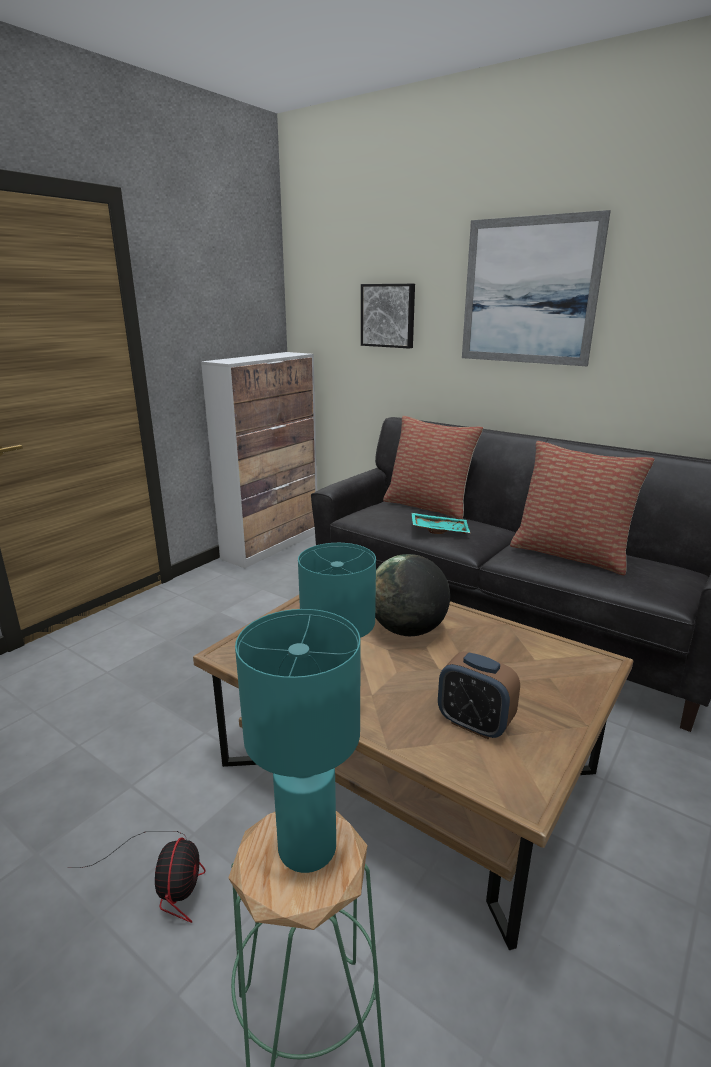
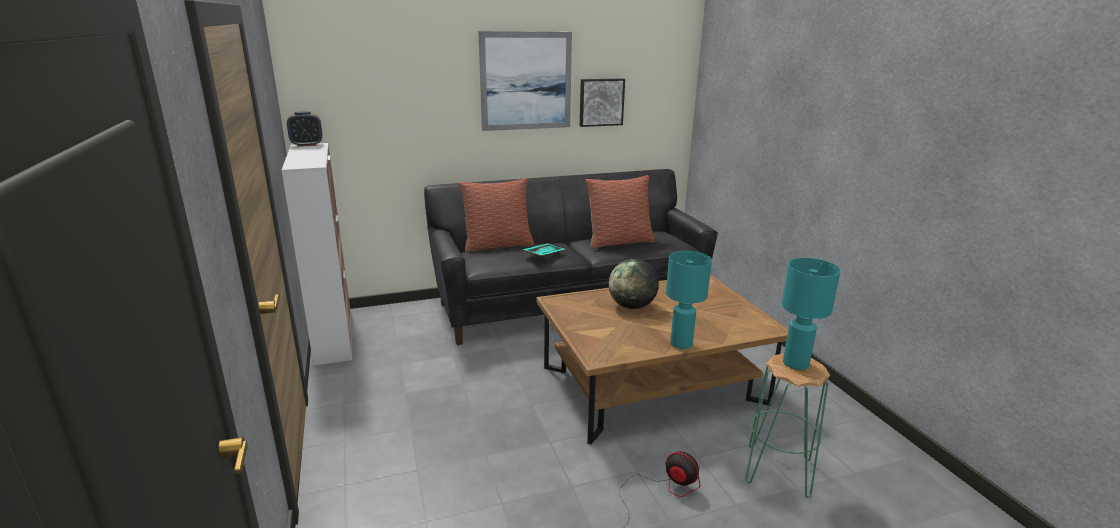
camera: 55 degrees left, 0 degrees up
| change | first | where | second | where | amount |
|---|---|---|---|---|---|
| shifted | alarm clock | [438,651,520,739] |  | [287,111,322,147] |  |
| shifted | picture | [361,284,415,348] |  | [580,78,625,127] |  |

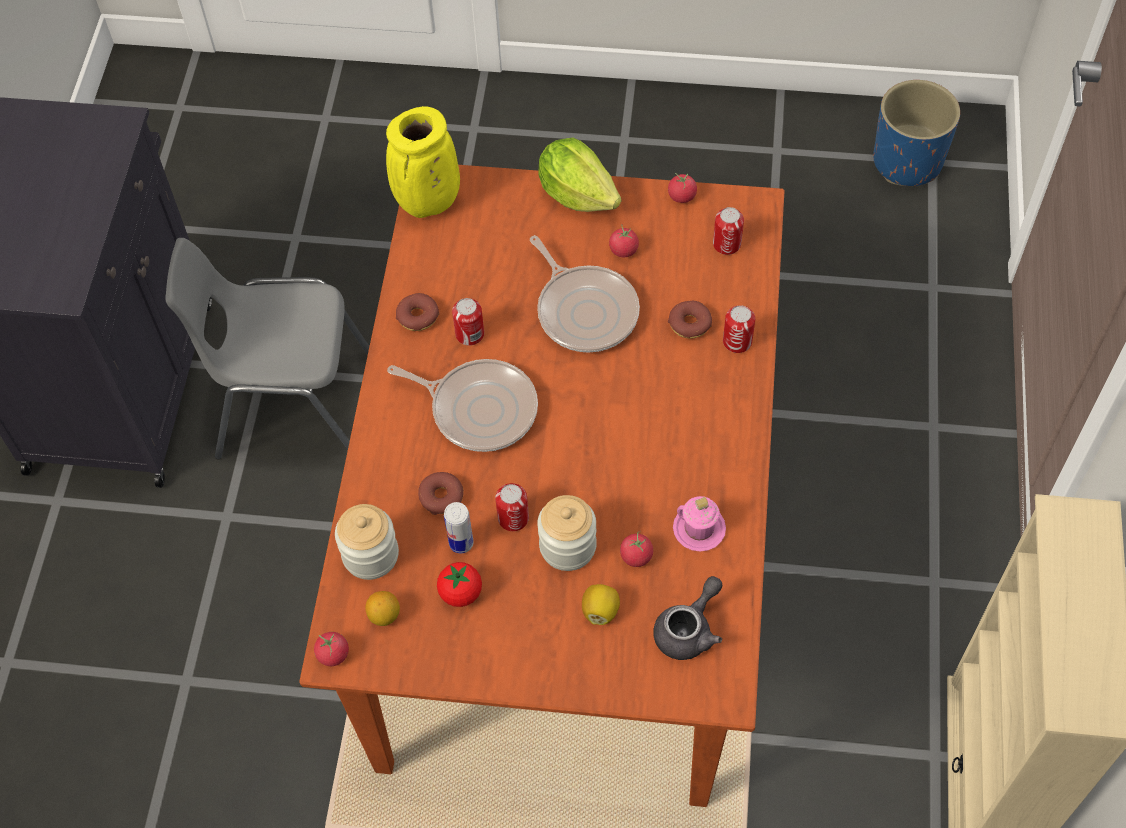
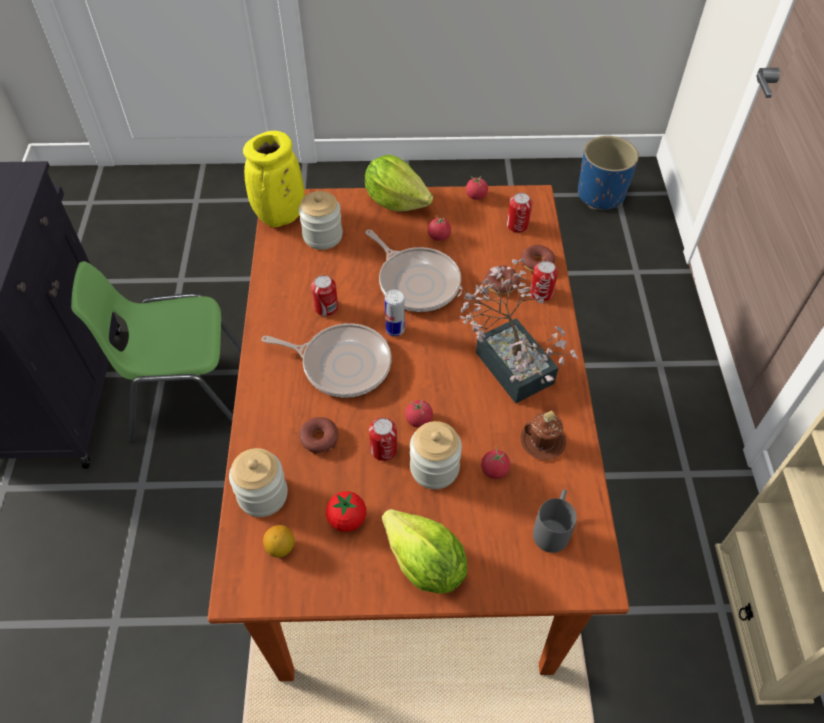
camera: 10 degrees left, 5 degrees down
| change | first | where | second | where | amount |
|---|---|---|---|---|---|
| repainted | greyish upright chair | [165,238,369,460] | greenish upright chair | [71,261,242,443] |  |
| new |  |  | jar | [299,191,343,250] |  |
| new |  |  | lettuce head | [382,509,468,594] |  |
| shifted | sealed can | [444,502,474,553] |  | [385,290,405,336] |  |
| shifted | tomato | [314,632,349,666] |  | [405,400,433,428] |  |
| new |  |  | plant in a pot | [457,259,578,403] |  |
| shifted | donut | [396,293,439,331] |  | [521,245,555,272] |  |
| repainted | pink-coloured mug | [673,496,726,551] | brown-coloured mug | [521,411,566,460] |  |
| swapped | greyish teapot | [653,576,722,660] | greyish mug | [533,489,577,553] |  |
| gone | whole lemon | [582,584,620,625] |  |  |  |

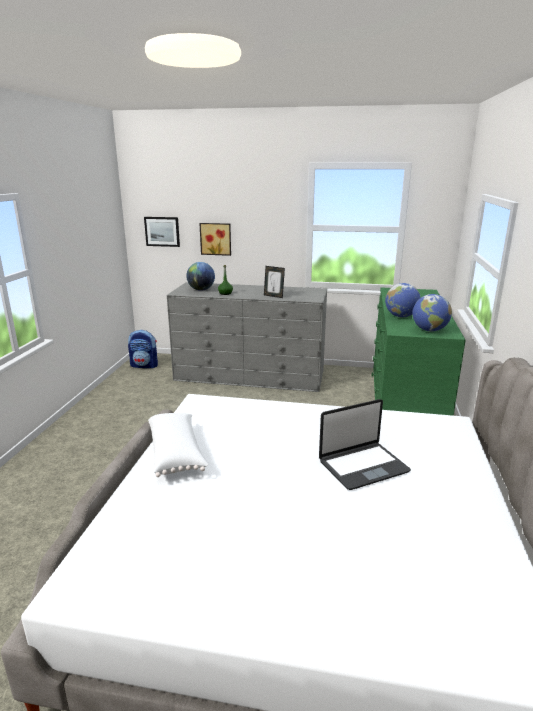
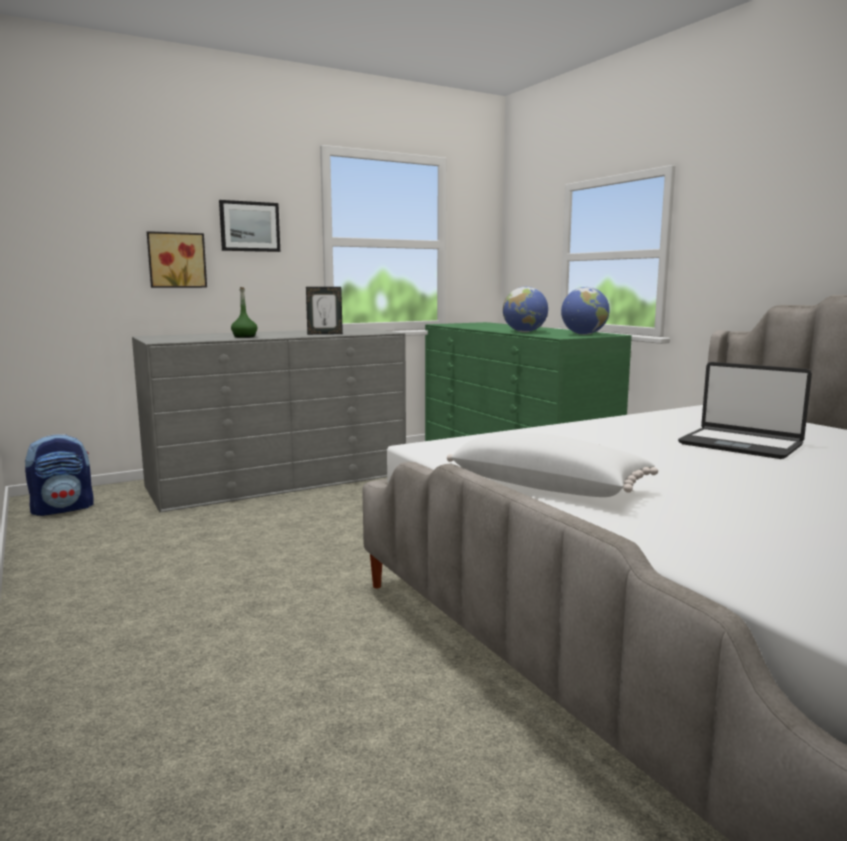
camera: 40 degrees left, 10 degrees down
| change | first | where | second | where | amount |
|---|---|---|---|---|---|
| shifted | picture | [144,217,180,247] |  | [219,200,280,252] |  |
| rotated | notebook computer | [319,399,411,490] |  | [678,362,812,459] | 105 degrees clockwise |
| gone | world globe | [186,262,215,291] |  |  |  |

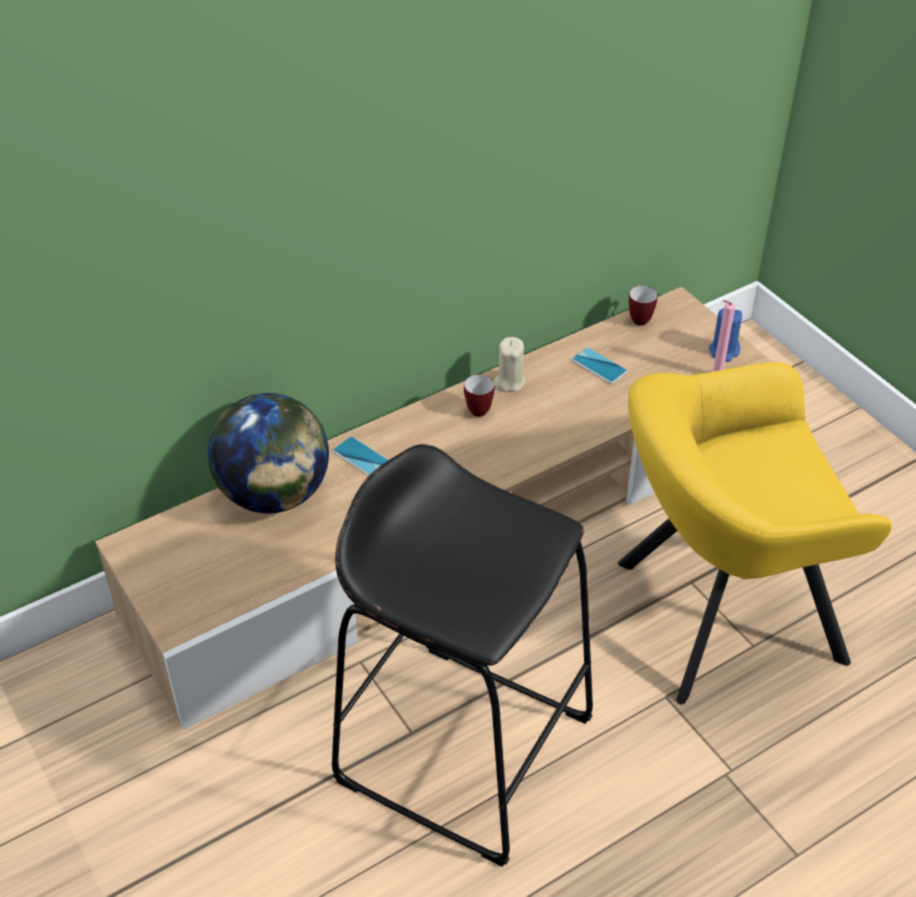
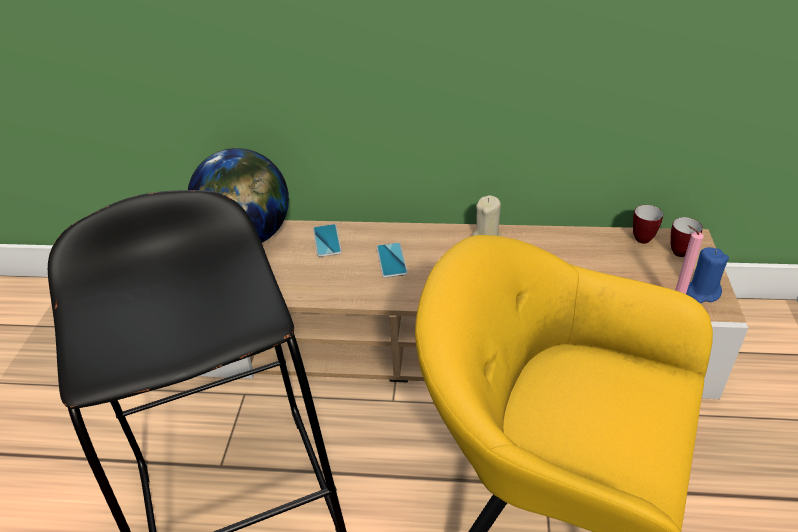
camera: 40 degrees right, 5 degrees down
| change | first | where | second | where | amount |
|---|---|---|---|---|---|
| shifted | telephone | [571,347,628,384] |  | [376,243,408,278] |  |
| shifted | mug | [464,375,494,417] |  | [670,217,703,257] |  |

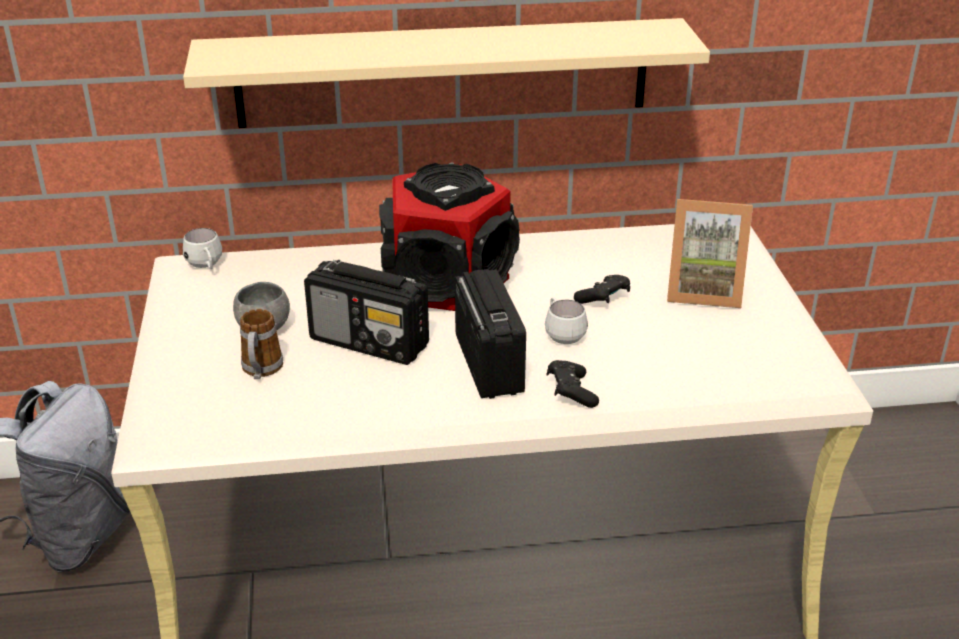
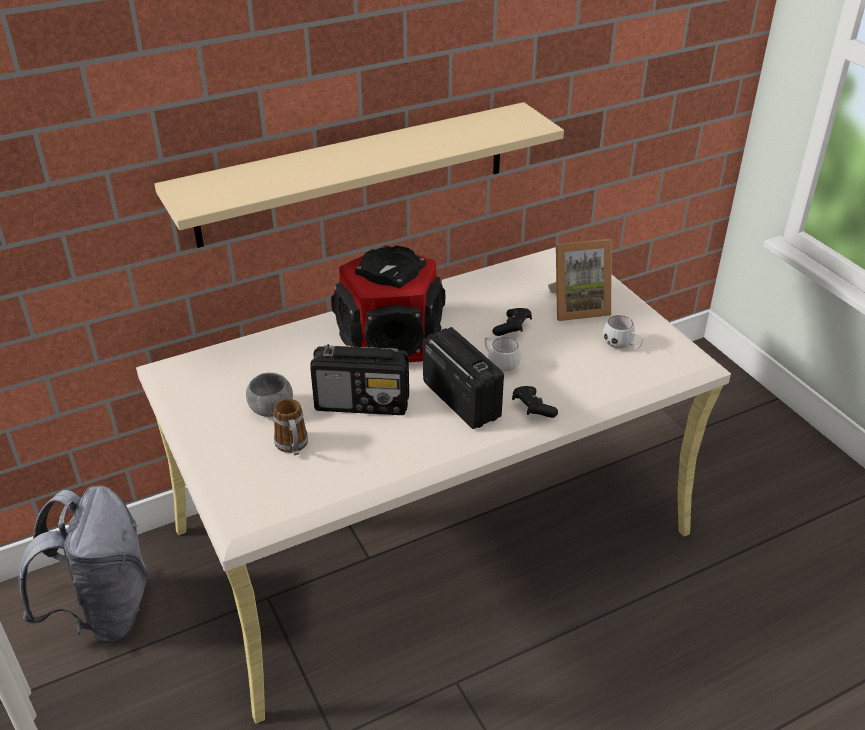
camera: 20 degrees left, 5 degrees up
| change | first | where | second | where | amount |
|---|---|---|---|---|---|
| shifted | whitish mug | [183,228,222,269] |  | [603,315,643,349] |  |

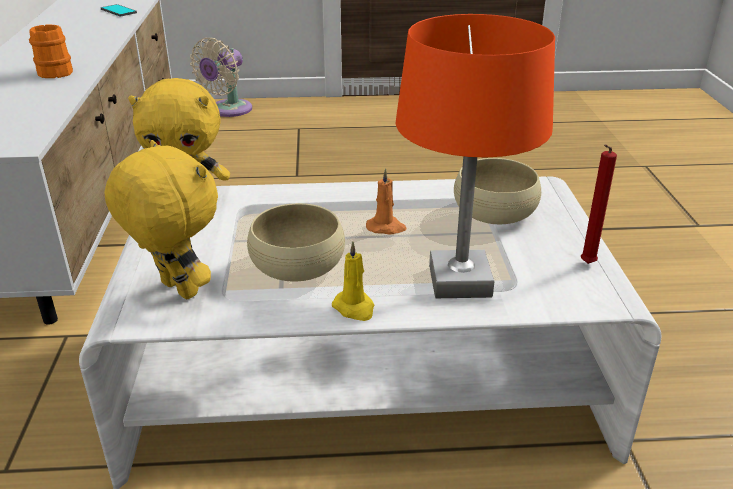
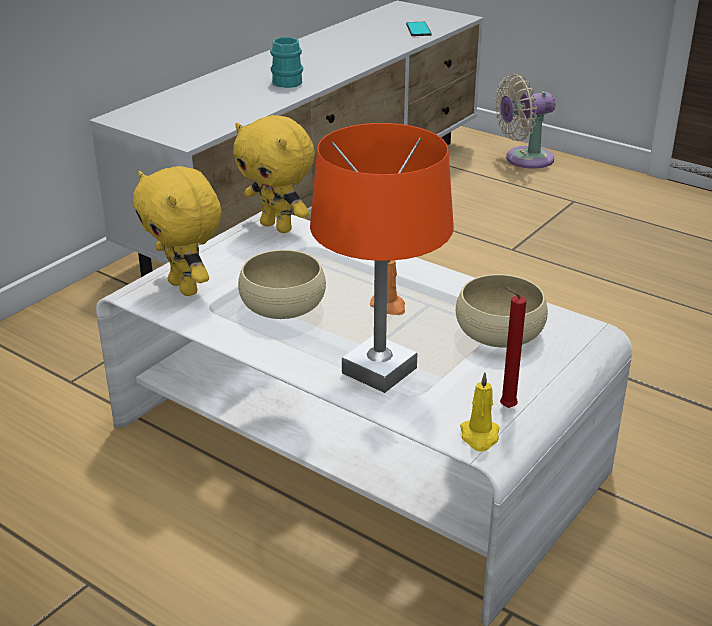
camera: 40 degrees right, 0 degrees up
| change | first | where | second | where | amount |
|---|---|---|---|---|---|
| rotated | yellow-coloured cuddly toy | [104,140,218,300] |  | [133,166,222,296] | 150 degrees clockwise |
| repainted | orangey mug | [29,25,73,78] | turquoise-coloured mug | [270,37,303,88] |  |
| shifted | yellow-coloured wax light | [332,241,374,321] |  | [460,372,500,452] |  |

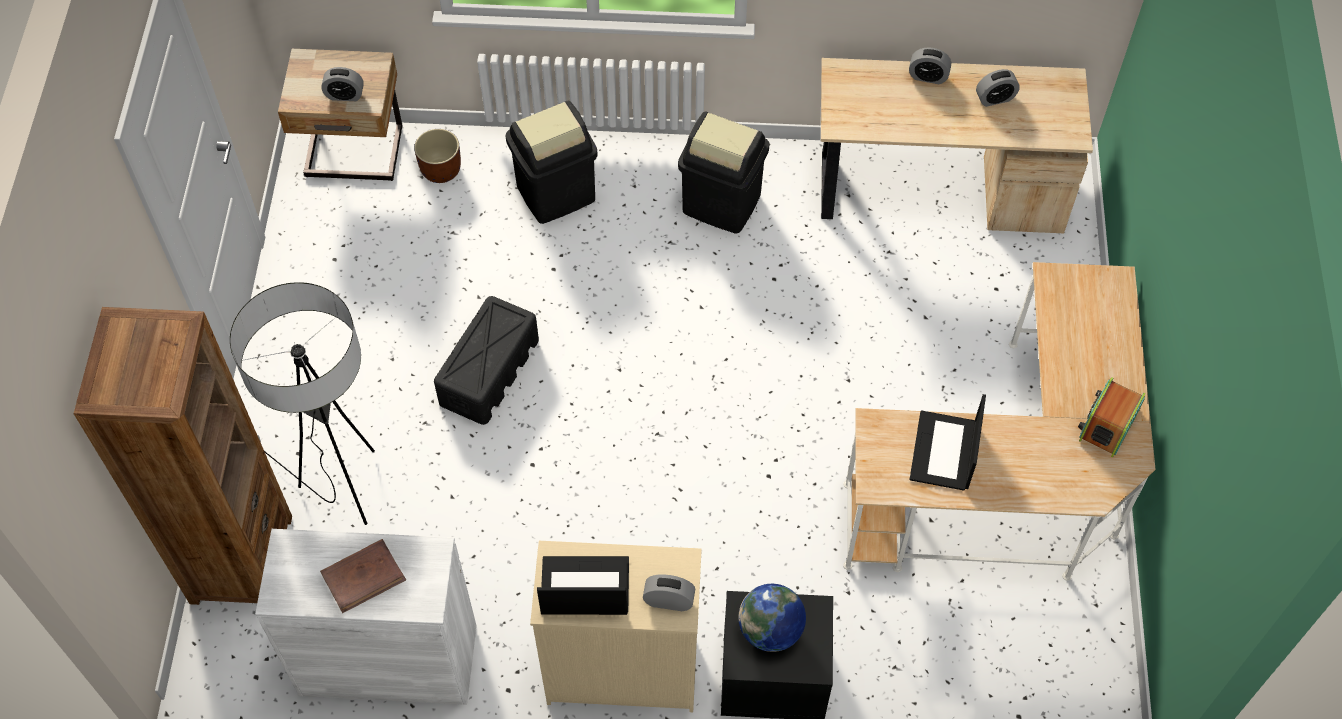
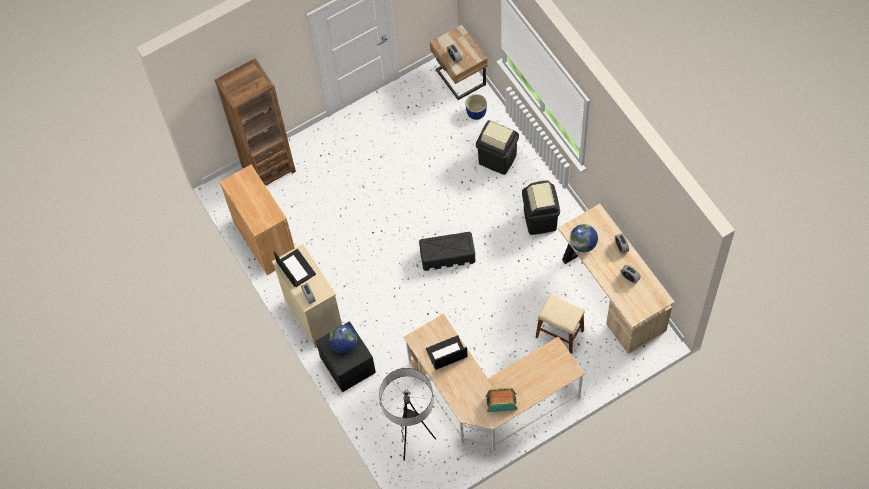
camera: 60 degrees right, 5 degrees up
| change | first | where | second | where | amount |
|---|---|---|---|---|---|
| repainted | whitish storage cabinet | [255,529,477,705] | brown-coloured storage cabinet | [220,165,295,275] |  |
| shifted | standing lamp | [230,282,375,525] |  | [379,368,436,461] |  |
| shifted | black storage container | [434,296,539,425] |  | [419,232,475,271] |  |
| repainted | brown-coloured planter | [414,129,461,183] | bluish planter | [466,94,487,120] |  |
| new |  |  | sand-coloured stool seat | [535,294,585,354] |  |
| new |  |  | world globe | [570,224,598,252] |  |
| gone | brown-coloured book | [320,539,406,613] |  |  |  |

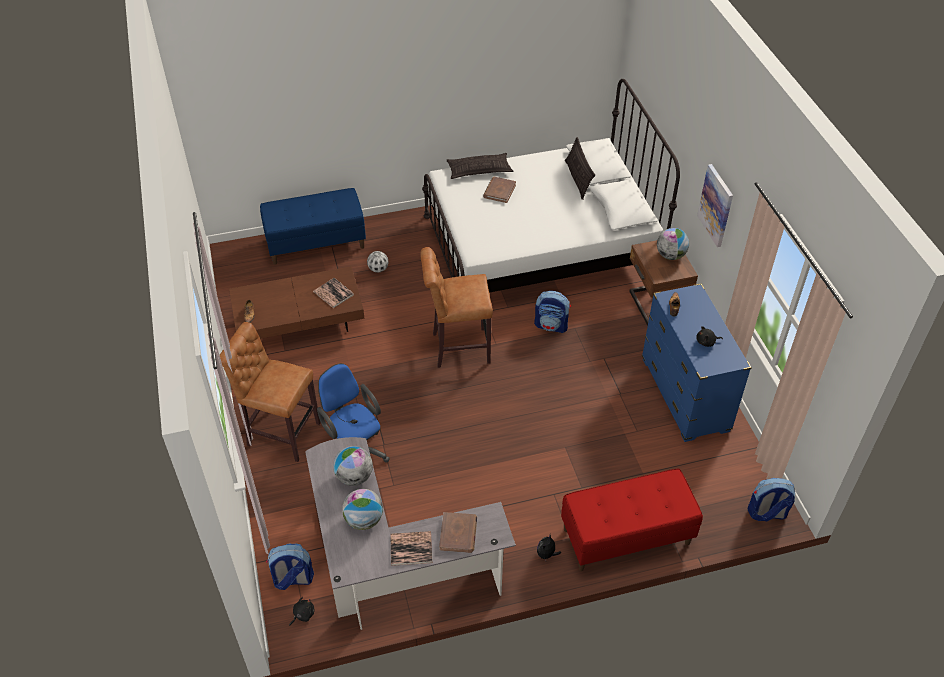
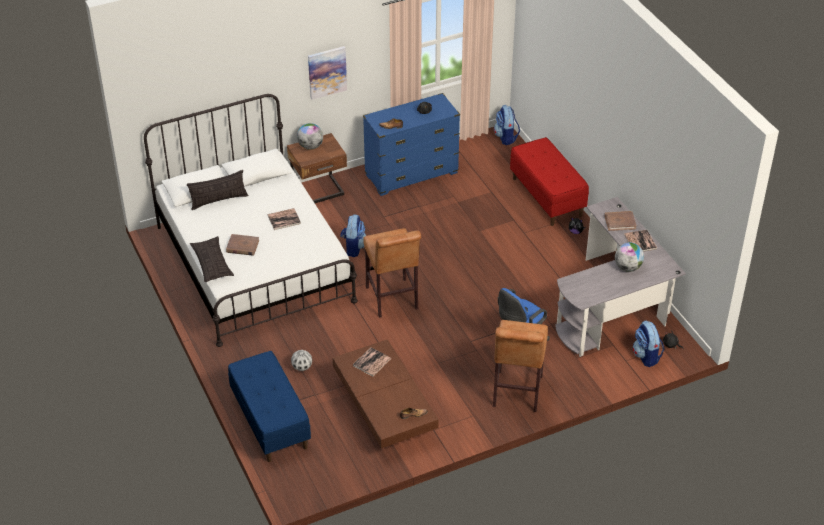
camera: 100 degrees left, 5 degrees down
| change | first | where | second | where | amount |
|---|---|---|---|---|---|
| new |  |  | book | [268,208,301,230] |  |
| gone | world globe | [333,446,373,486] |  |  |  |

